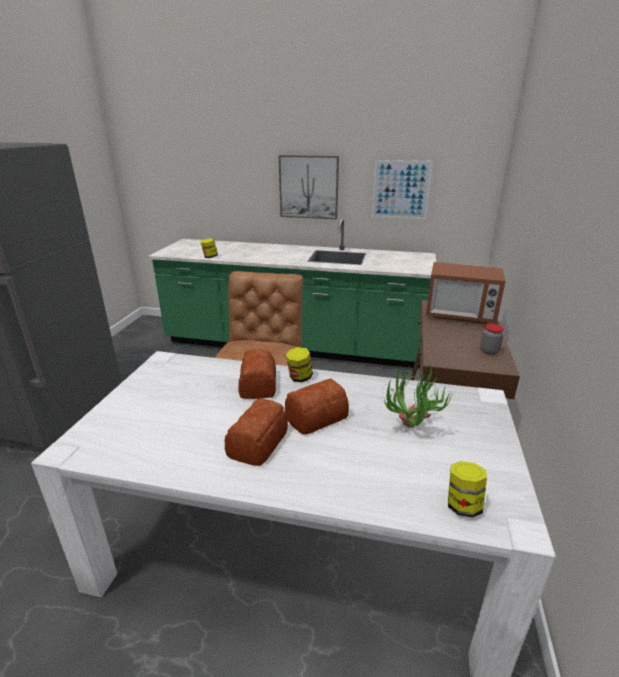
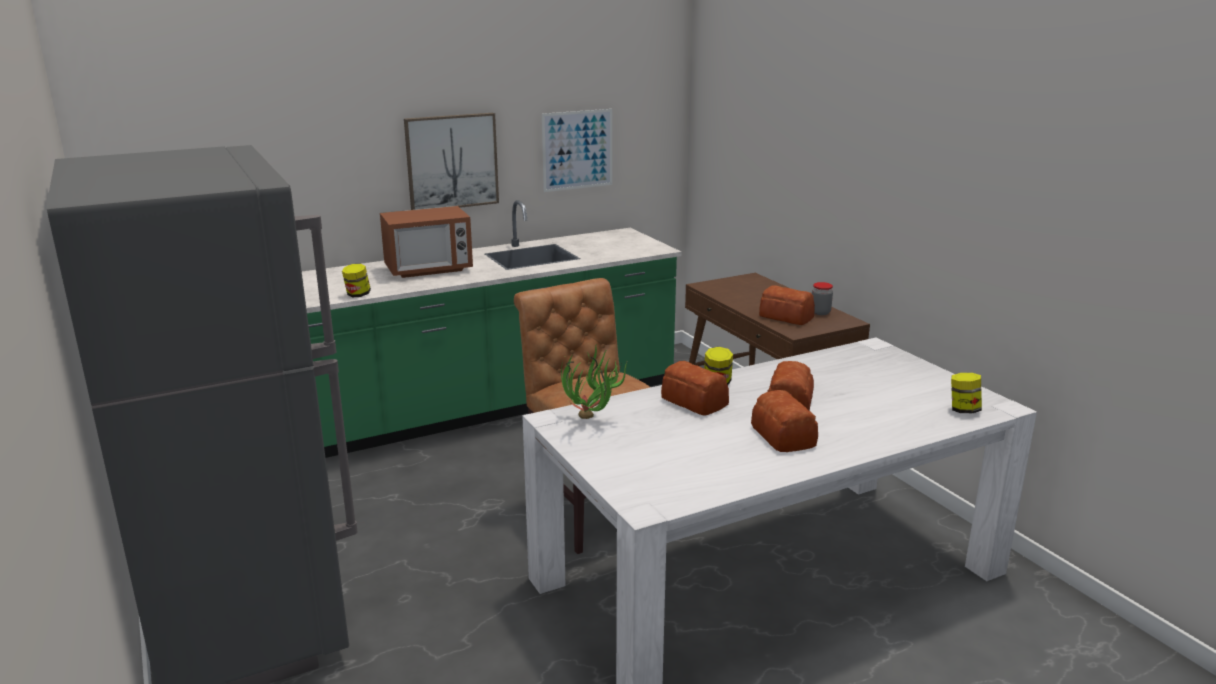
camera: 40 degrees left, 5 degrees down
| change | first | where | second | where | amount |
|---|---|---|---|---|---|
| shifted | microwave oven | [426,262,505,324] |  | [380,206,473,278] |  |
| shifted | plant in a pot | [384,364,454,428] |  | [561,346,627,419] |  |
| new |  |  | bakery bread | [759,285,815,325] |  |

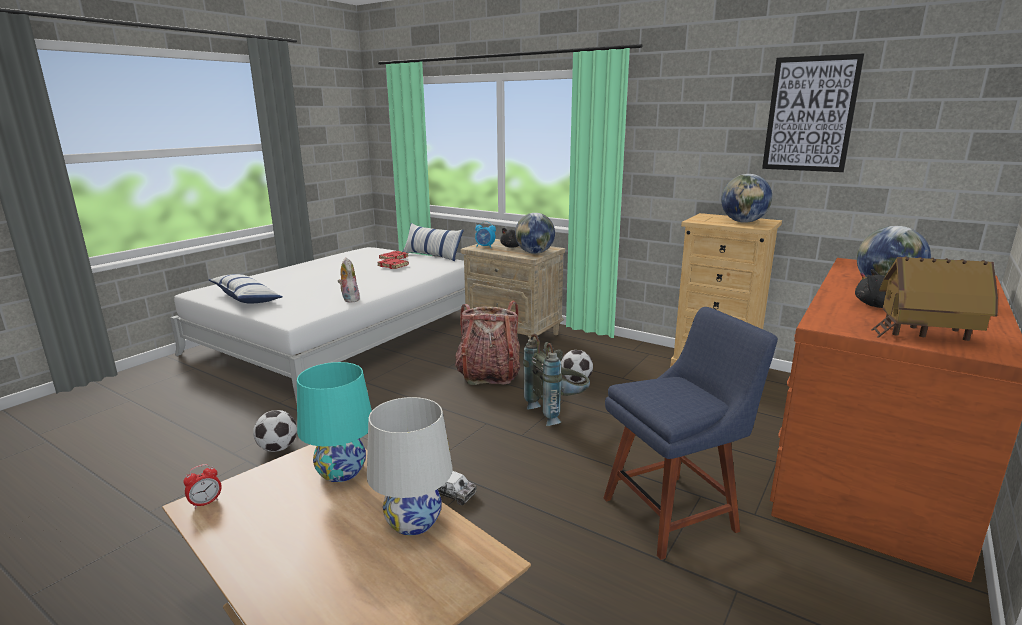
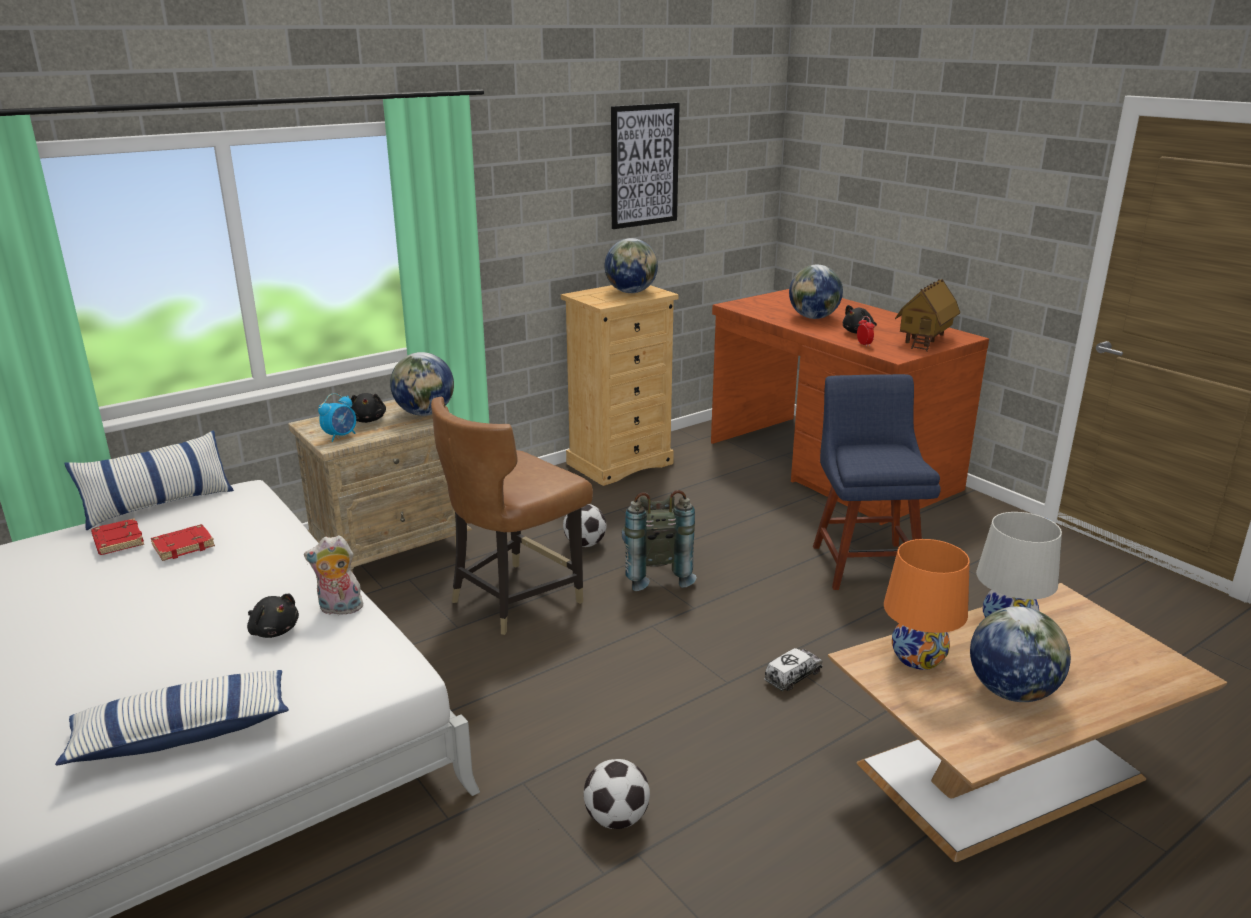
camera: 70 degrees left, 5 degrees up
| change | first | where | second | where | amount |
|---|---|---|---|---|---|
| new |  |  | black cuddly toy | [247,594,299,638] |  |
| swapped | rucksack | [455,300,520,385] | brown-coloured upright chair | [431,397,593,635] |  |
| shifted | alarm clock | [183,464,222,509] |  | [857,316,874,347] |  |
| repainted | turquoise-coloured table lamp | [297,362,372,482] | orangey table lamp | [884,539,970,670] |  |
| new |  |  | world globe | [970,606,1071,702] |  |

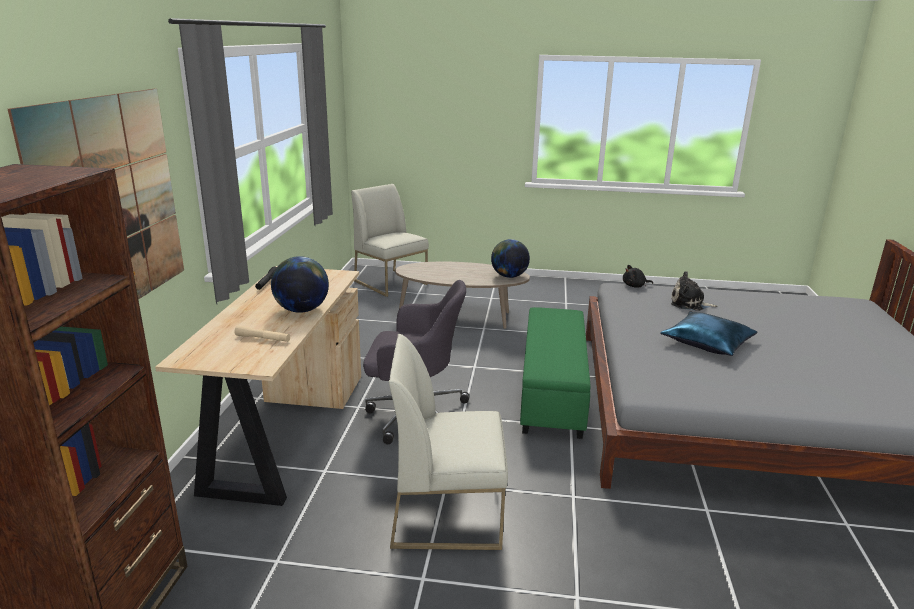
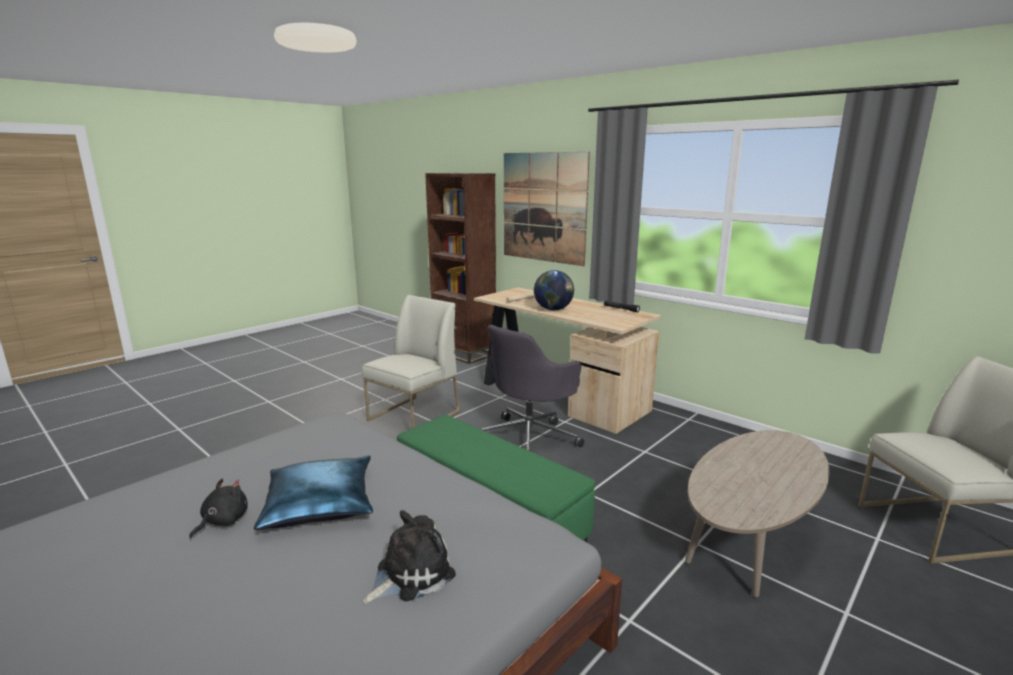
camera: 125 degrees right, 5 degrees down
| change | first | where | second | where | amount |
|---|---|---|---|---|---|
| shifted | black cuddly toy | [623,265,653,288] |  | [189,478,248,539] |  |
| gone | world globe | [491,239,530,278] |  |  |  |

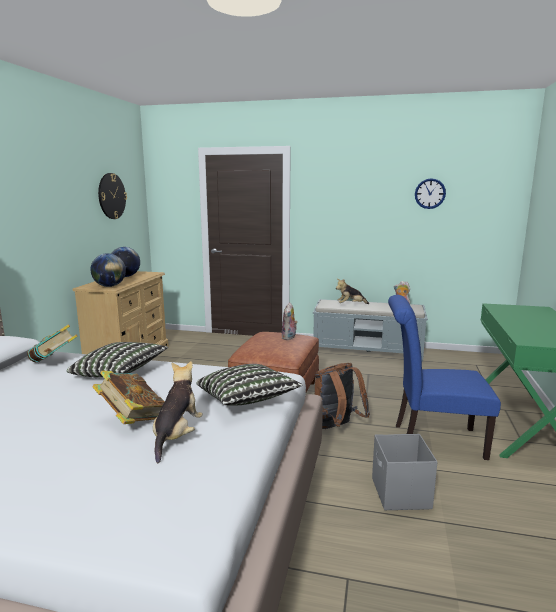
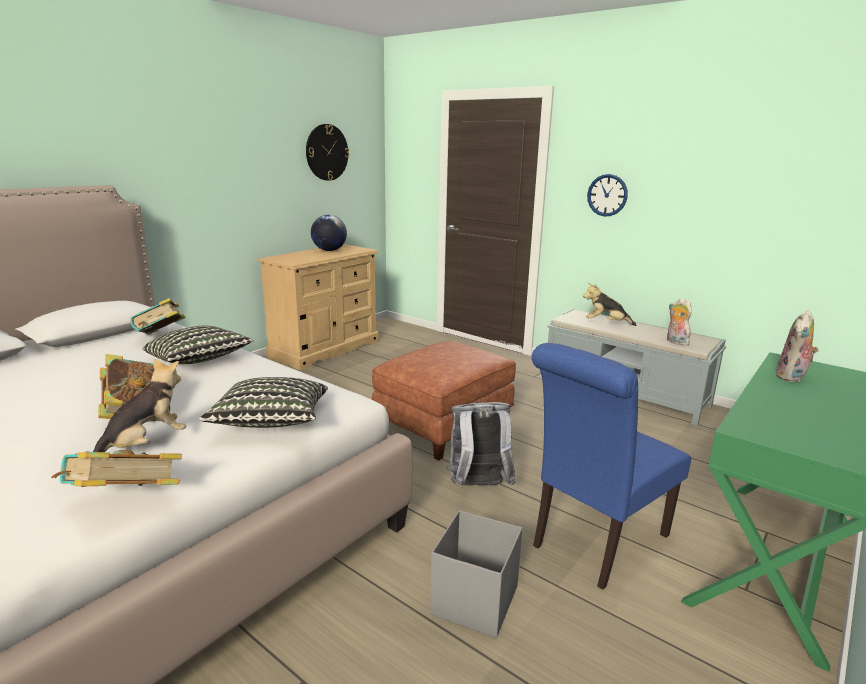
camera: 25 degrees right, 5 degrees up
| change | first | where | second | where | amount |
|---|---|---|---|---|---|
| new |  |  | book | [51,450,182,487] |  |
| repainted | brown-coloured rucksack | [314,363,370,429] | greyish rucksack | [446,402,516,486] |  |
| rotated | bluish upright chair | [388,295,501,460] |  | [532,343,691,590] | 75 degrees counterclockwise |
| shifted | hanging clock | [415,178,446,209] |  | [587,174,628,217] |  |
| shifted | cuddly toy | [282,302,298,340] |  | [775,310,819,382] |  |
| gone | world globe | [90,253,126,287] |  |  |  |

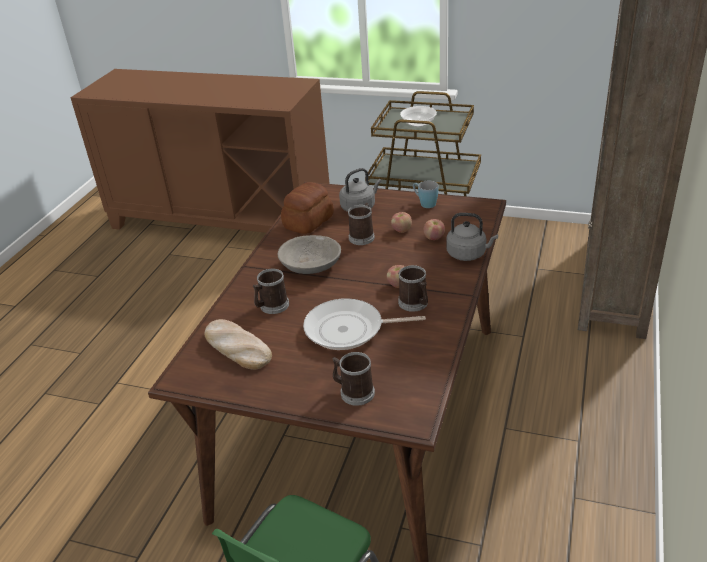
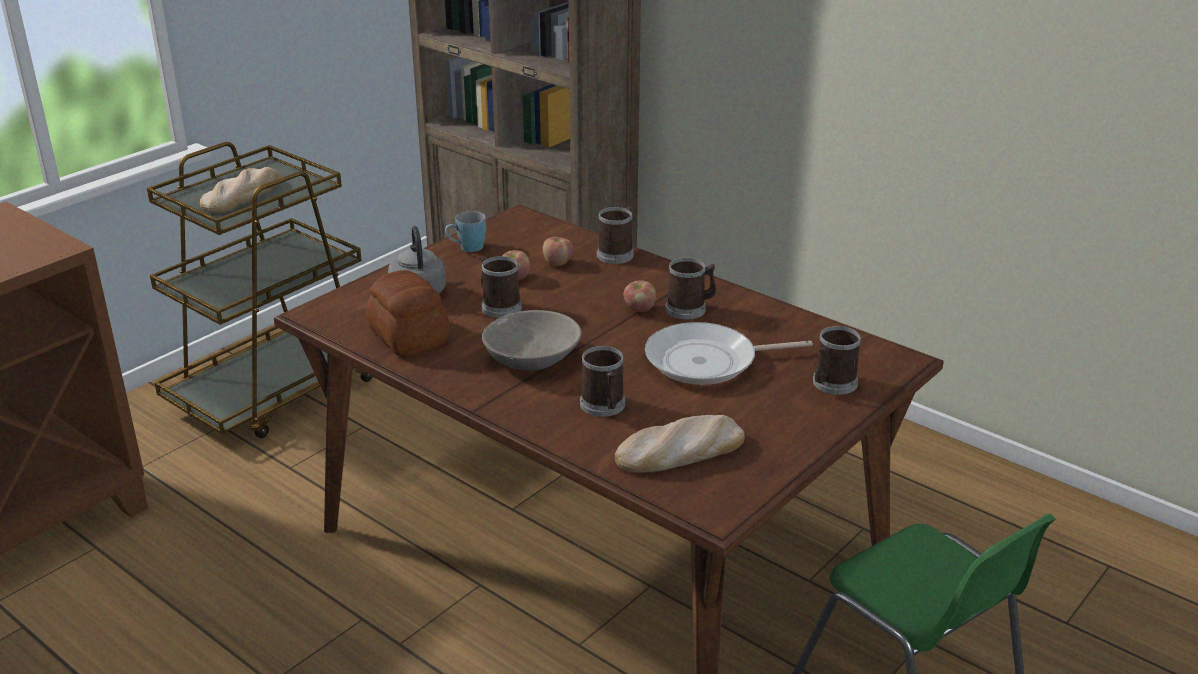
camera: 70 degrees left, 5 degrees down
| change | first | where | second | where | amount |
|---|---|---|---|---|---|
| swapped | serving bowl | [400,106,437,127] | bakery bread | [200,167,281,213] |  |
| swapped | greyish kettle | [446,213,498,261] | mug | [597,206,634,264] |  |
| rotated | skillet | [303,298,426,350] |  | [645,322,813,385] | 60 degrees clockwise |

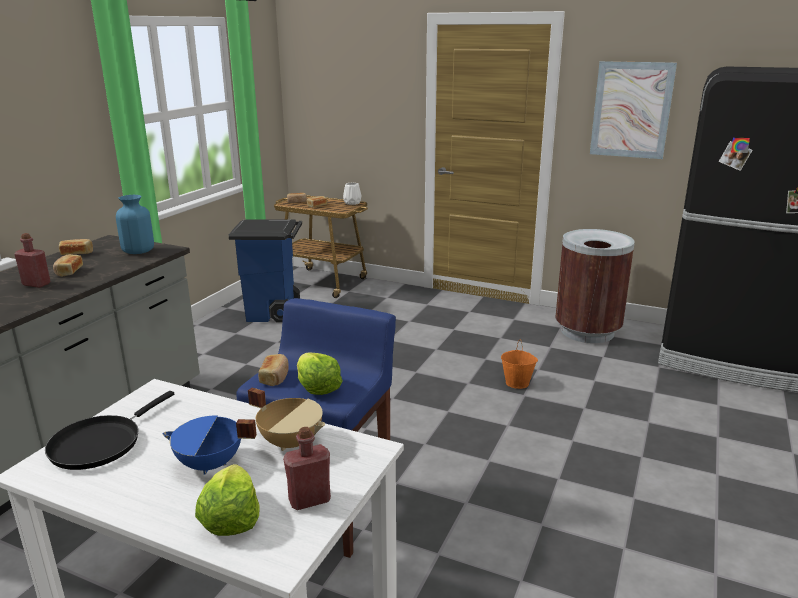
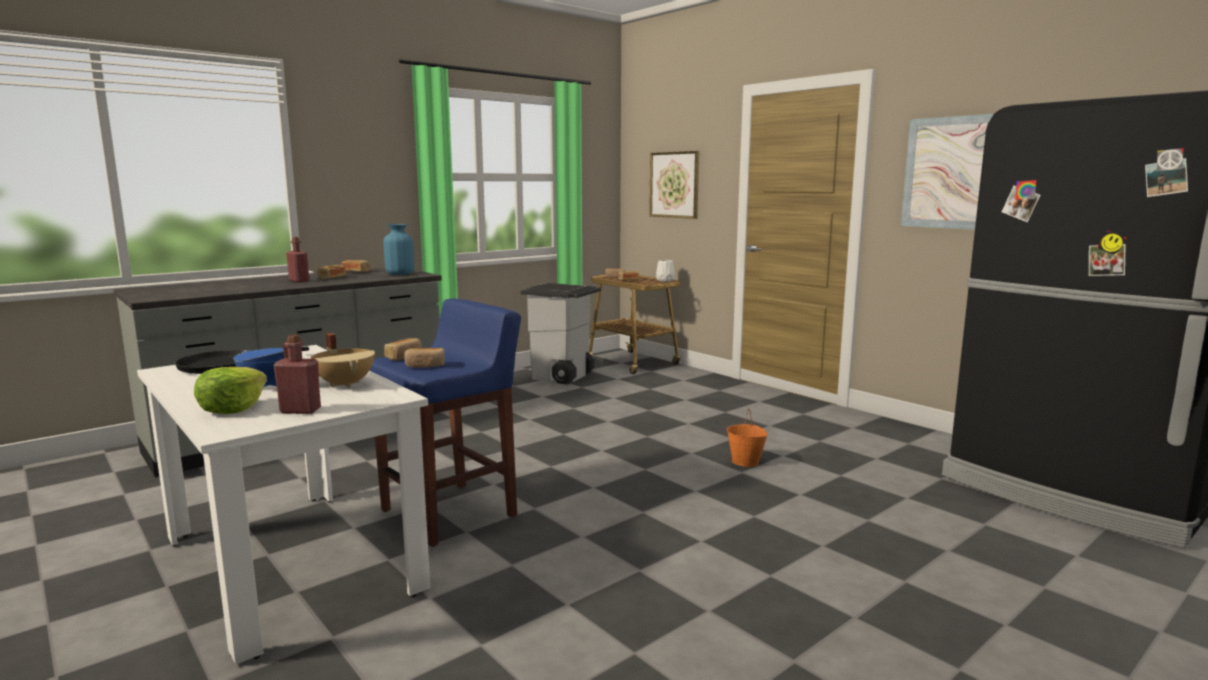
camera: 25 degrees right, 10 degrees down
| change | first | where | second | where | amount |
|---|---|---|---|---|---|
| swapped | lettuce head | [297,353,343,395] | bakery bread | [404,348,445,368] |  |
| repainted | bluish trash can | [229,219,302,322] | greyish trash can | [521,283,601,384] |  |
| new |  |  | picture | [649,151,699,219] |  |
| gone | brown-coloured trash can | [555,229,635,343] |  |  |  |

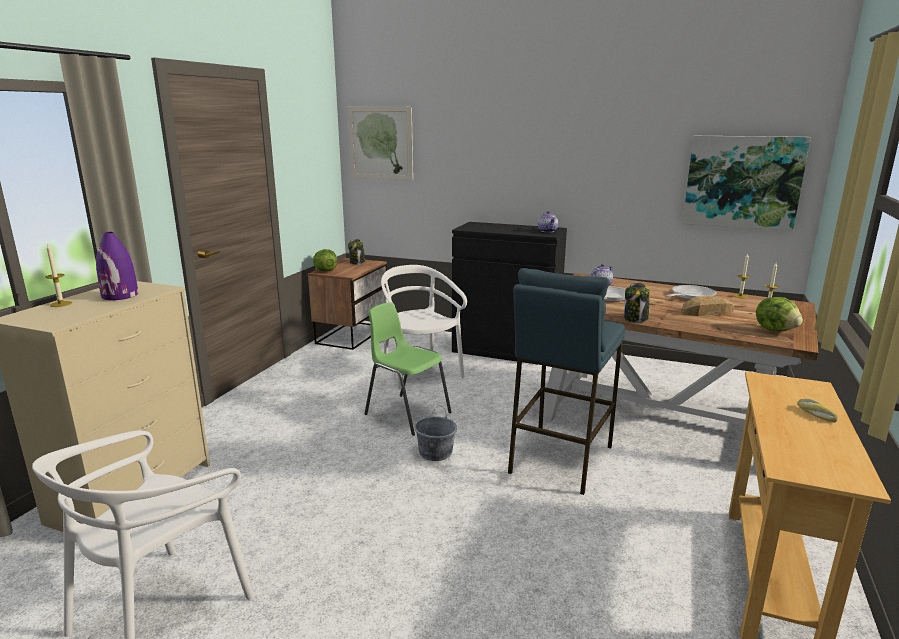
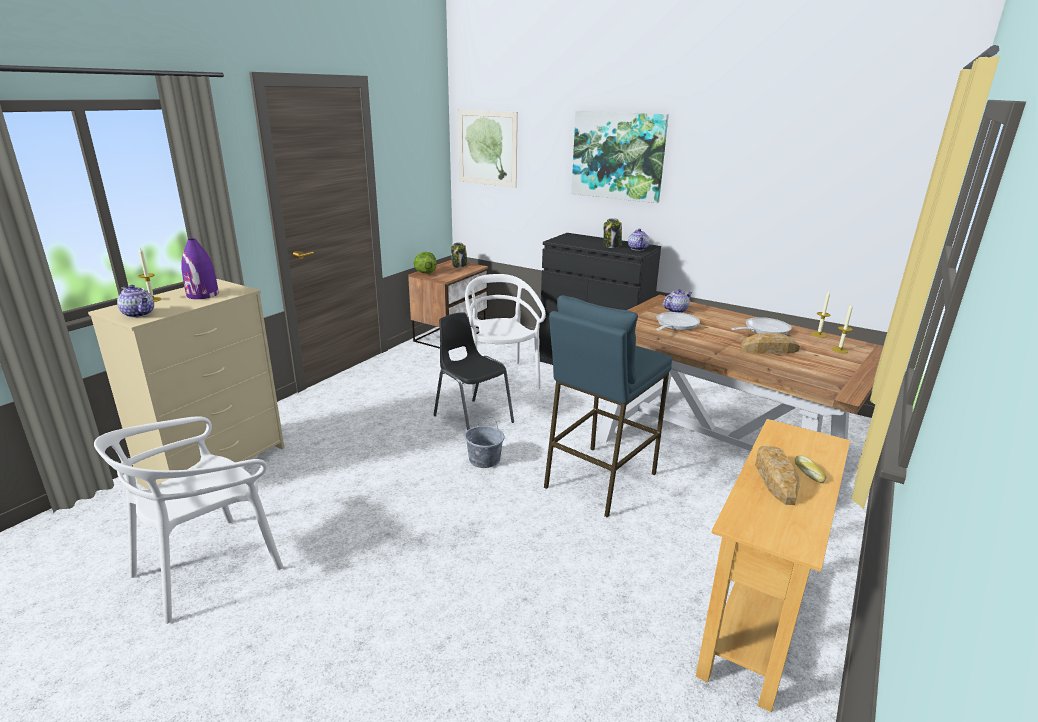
camera: 10 degrees right, 5 degrees up
| change | first | where | second | where | amount |
|---|---|---|---|---|---|
| new |  |  | teapot | [117,285,154,318] |  |
| repainted | greenish upright chair | [364,302,451,436] | black upright chair | [433,312,514,431] |  |
| shifted | picture | [682,136,811,230] |  | [571,111,669,203] |  |
| shifted | jar | [624,283,650,323] |  | [604,218,622,248] |  |
| new |  |  | bakery bread | [755,446,799,505] |  |
| gone | lettuce head | [756,297,803,332] |  |  |  |

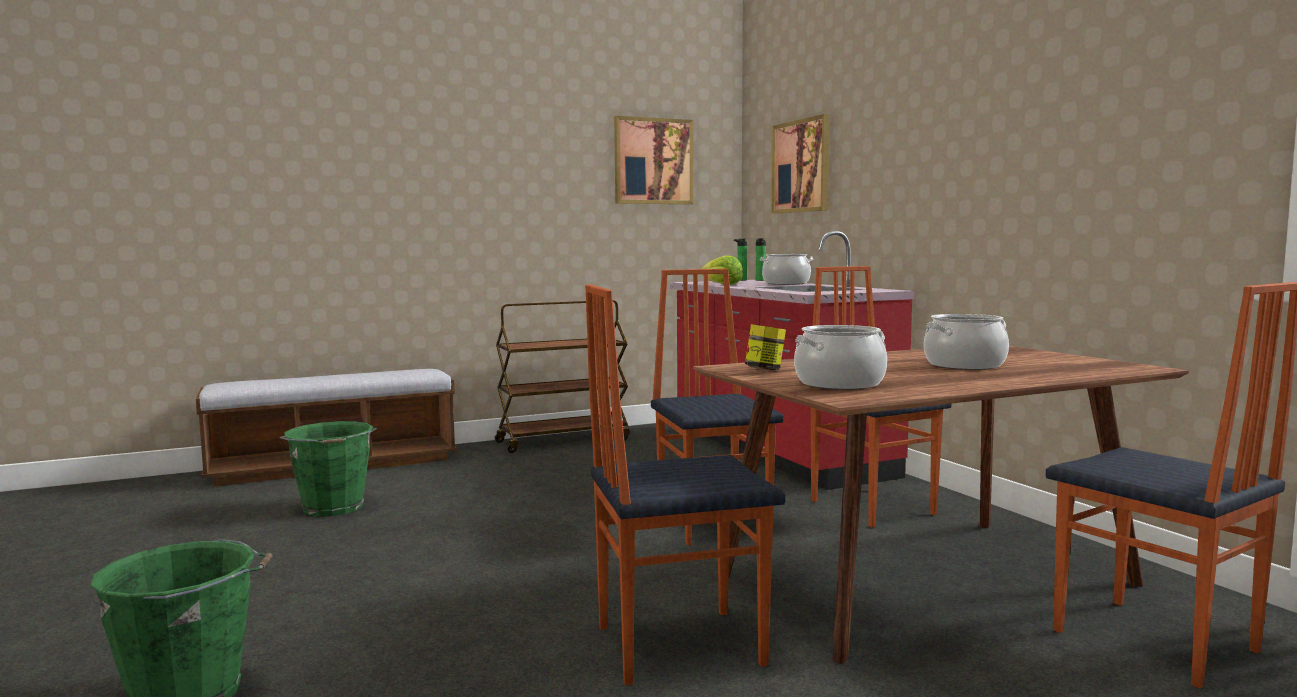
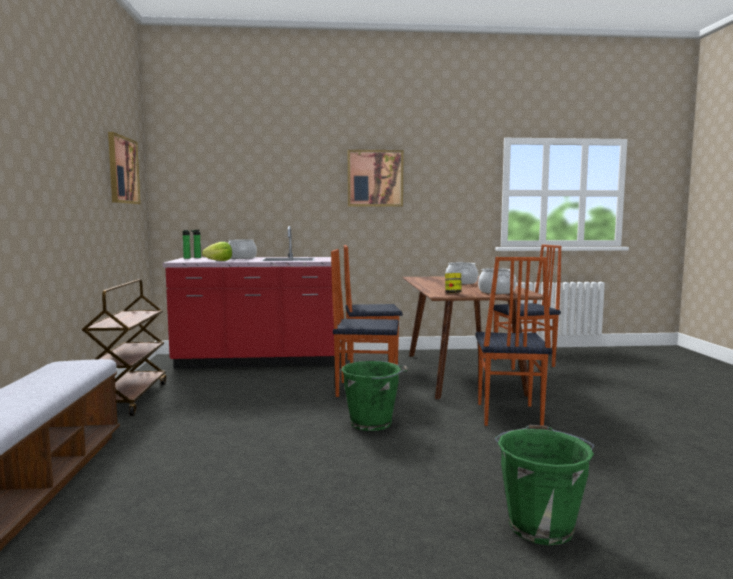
camera: 70 degrees left, 0 degrees up
| change | first | where | second | where | amount |
|---|---|---|---|---|---|
| shifted | greenish bucket | [280,421,377,517] |  | [341,360,408,431] |  |
| shifted | picture | [772,114,830,213] |  | [348,150,404,207] |  |

